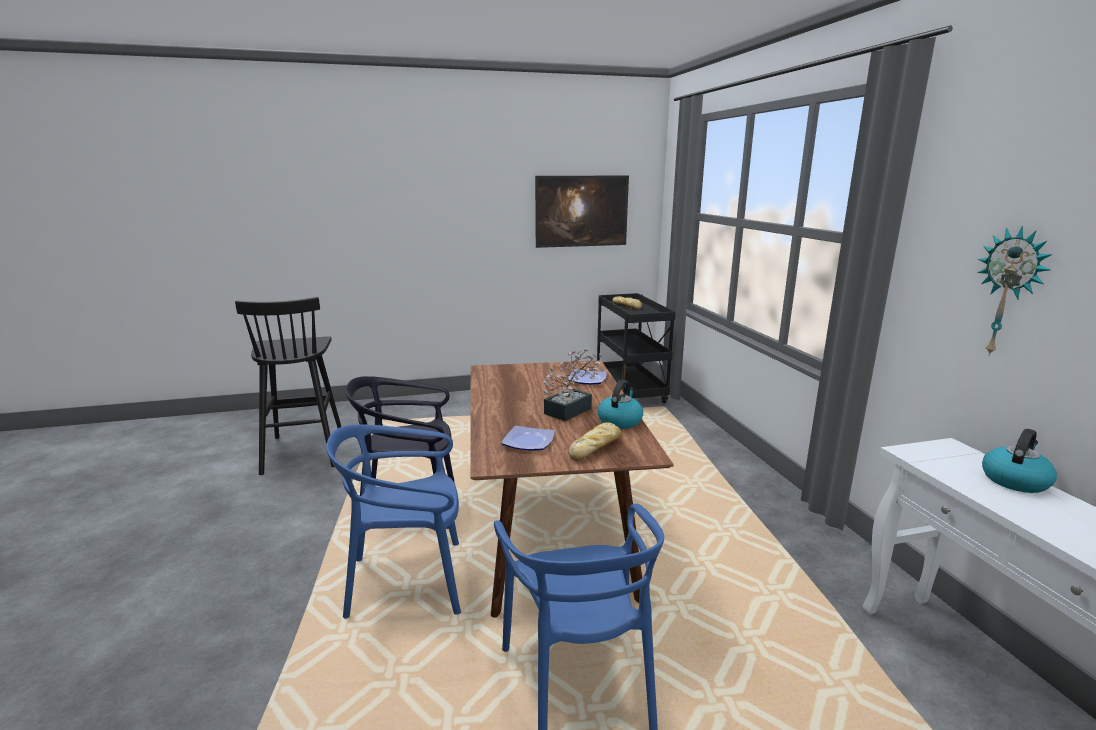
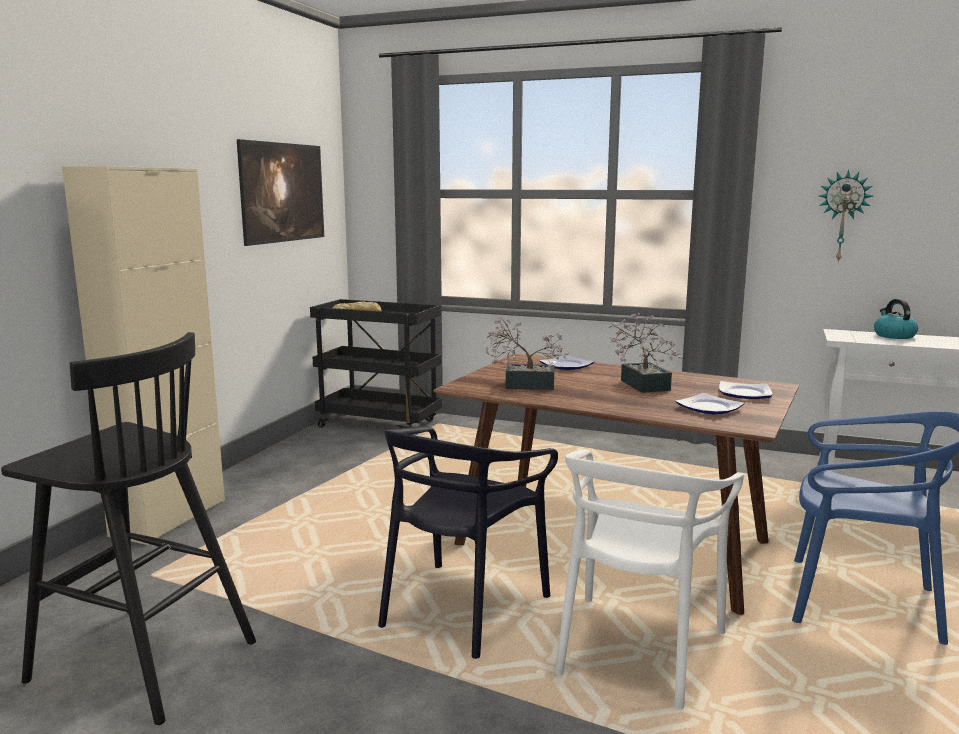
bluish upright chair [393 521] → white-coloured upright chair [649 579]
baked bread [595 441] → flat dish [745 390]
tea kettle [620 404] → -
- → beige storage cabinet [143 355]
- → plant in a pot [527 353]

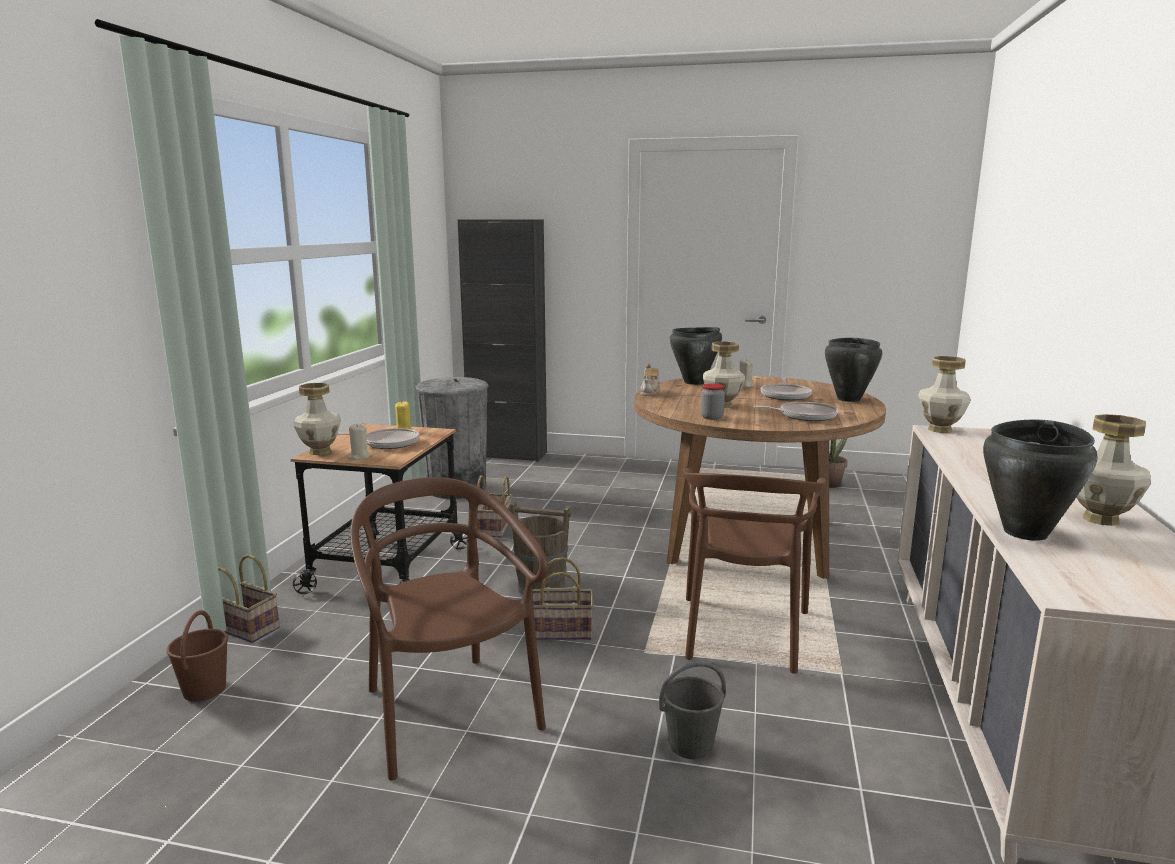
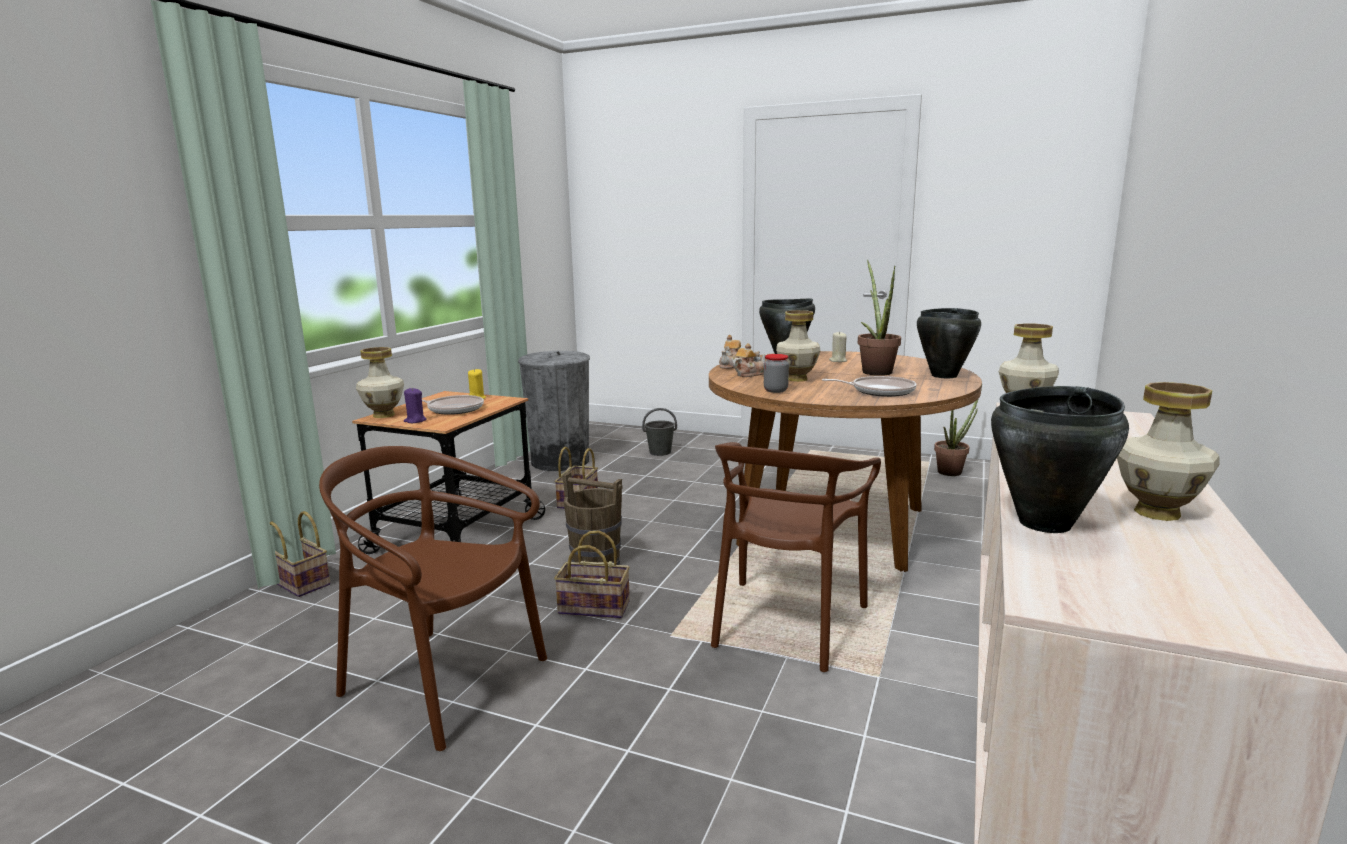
brownish pail [197 656] → -
beige wax candle [359 442] → purple-coloured wax candle [415 405]
brownish upright chair [449 629] → brownish upright chair [433 598], 45 degrees counterclockwise
black-coloured storage cabinet [502 340] → -
grey pail [692 710] → grey pail [659 432], shifted
frying pan [786 389] → plant in a pot [879 318]
- → tea pot [749 360]

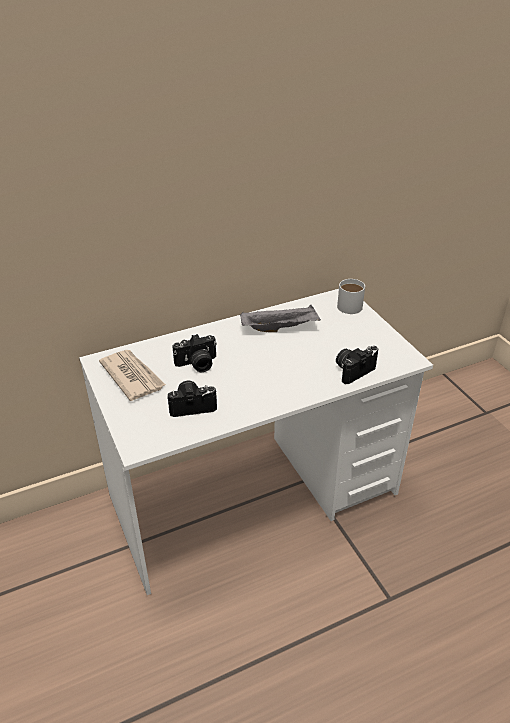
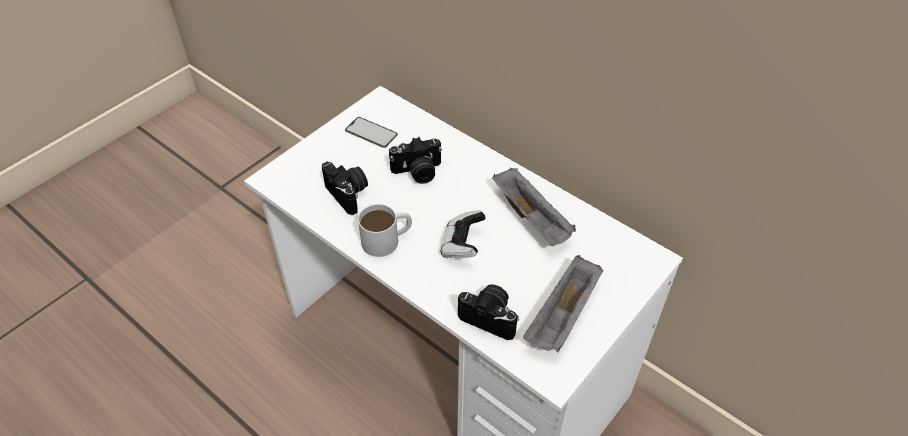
newspaper [132 375] → telephone [371 132]
photo camera [194 353] → photo camera [415 160], 60 degrees counterclockwise
white-coloured tea mug [351 296] → white-coloured tea mug [385 230], shifted
- → gamepad [463 234]
- → grey serving tray [563 303]

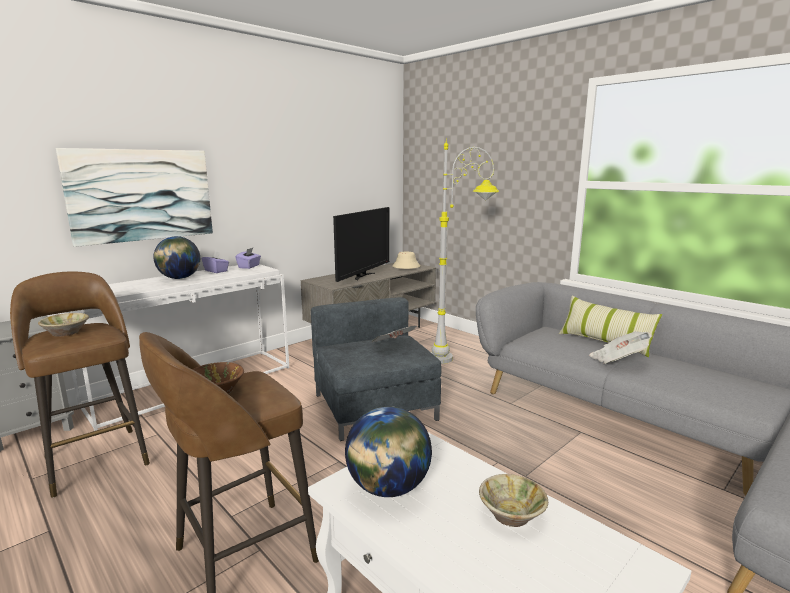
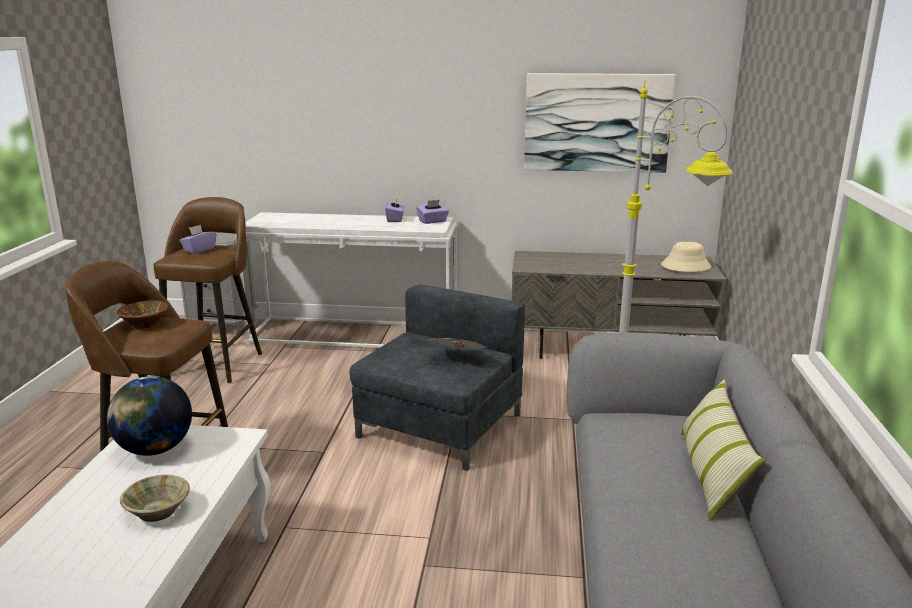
beige serving bowl [63 325] → purple-coloured tissue holder [198 239]
wall picture [134 197] → wall picture [599 123], shifted
globe [176 257] → -
television [361 244] → -
newspaper [620 347] → -

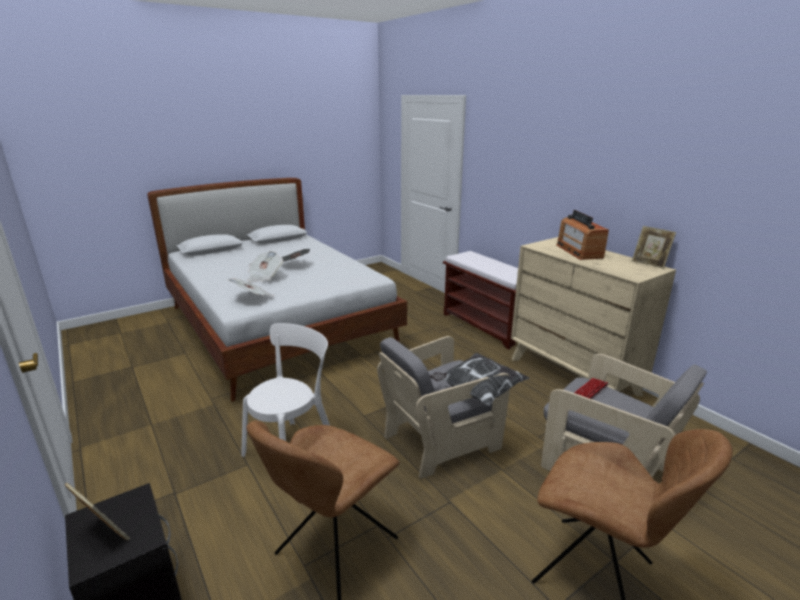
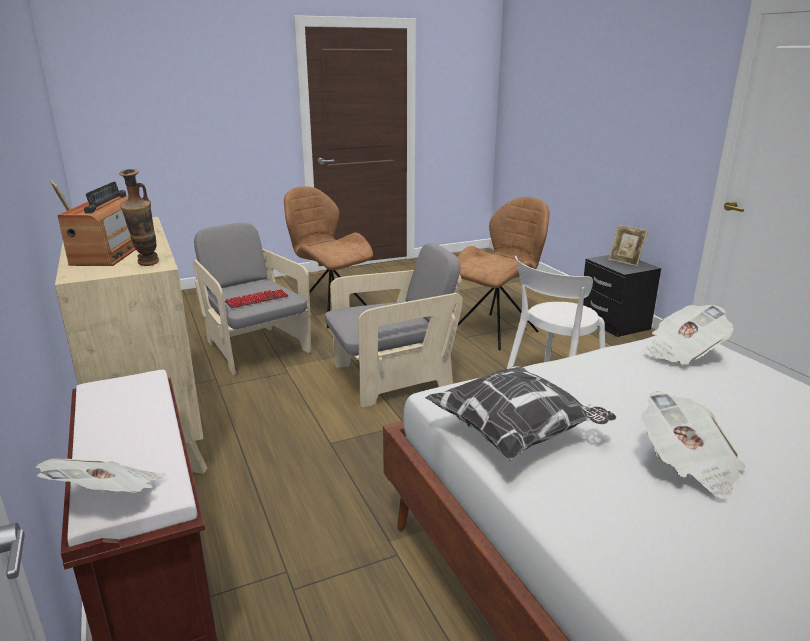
newspaper [265 267] → newspaper [100 475], shifted
throw pillow [480 379] → throw pillow [520 413], shifted
- → decorative vase [139 217]

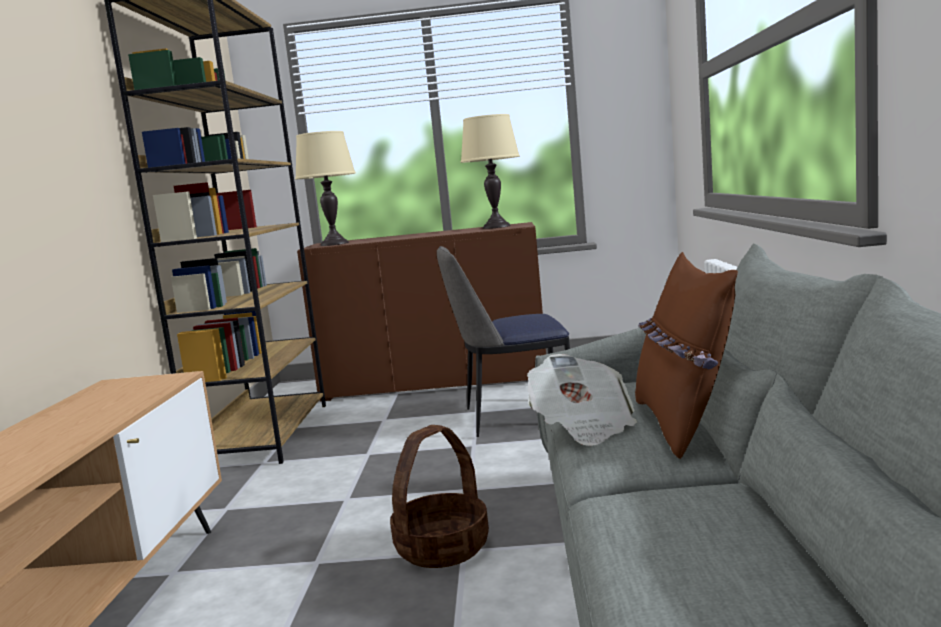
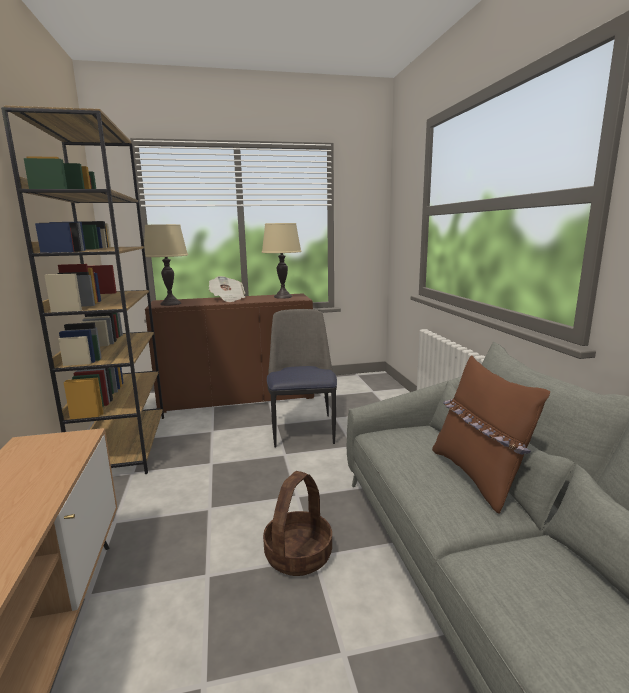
upright chair [503 341] → upright chair [302 378], 105 degrees clockwise
newspaper [582 400] → newspaper [227 289], shifted

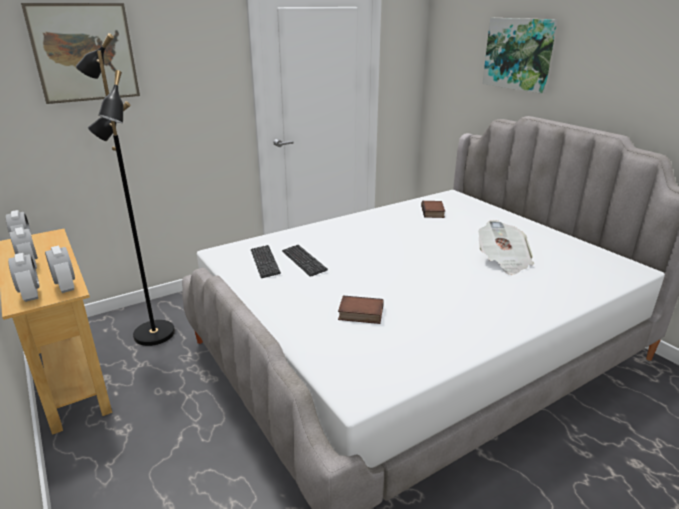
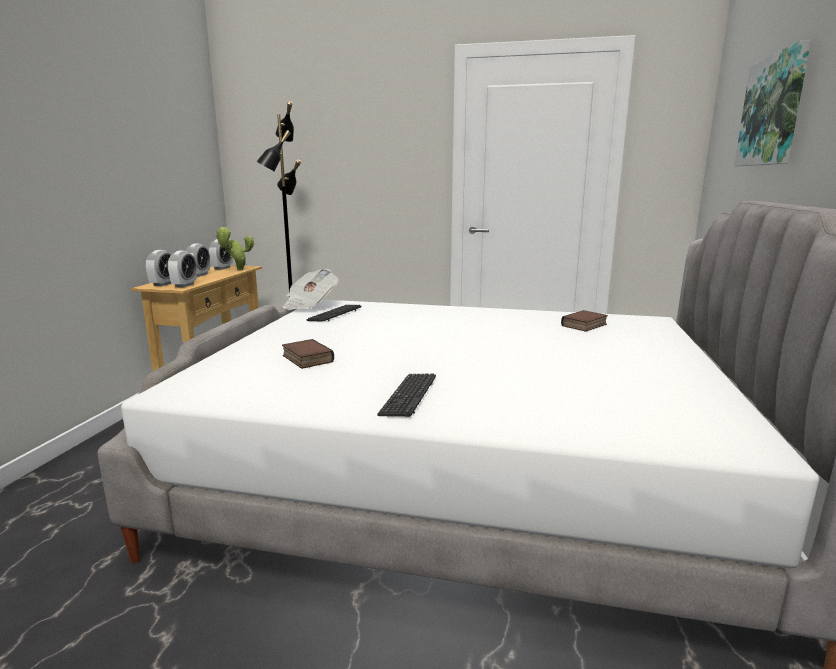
wall picture [80 53] → -
keyboard [305 261] → keyboard [406 395], shifted
newspaper [506 247] → newspaper [311 289], shifted
- → plant in a pot [234 249]

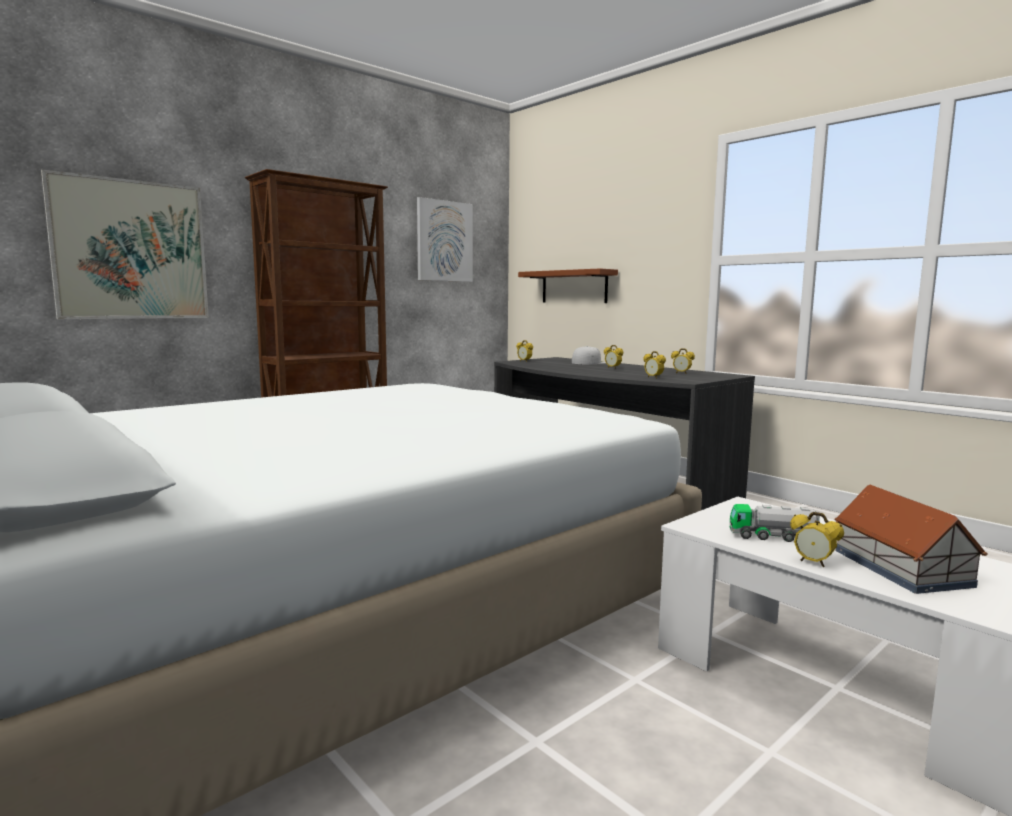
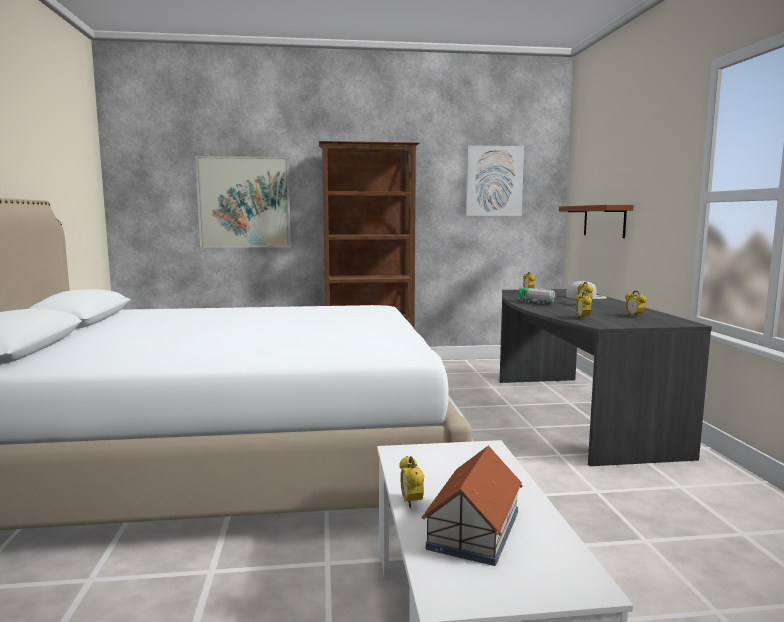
toy lorry [775 523] → toy lorry [536 296], shifted

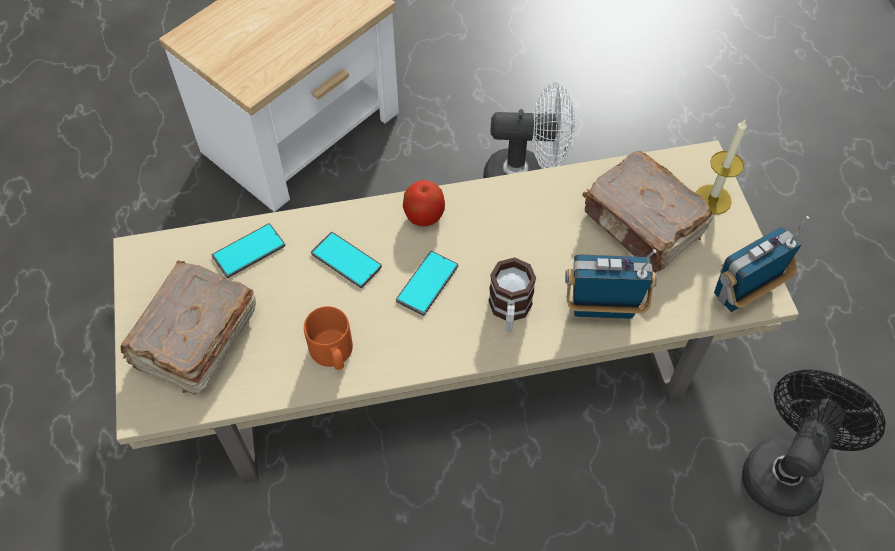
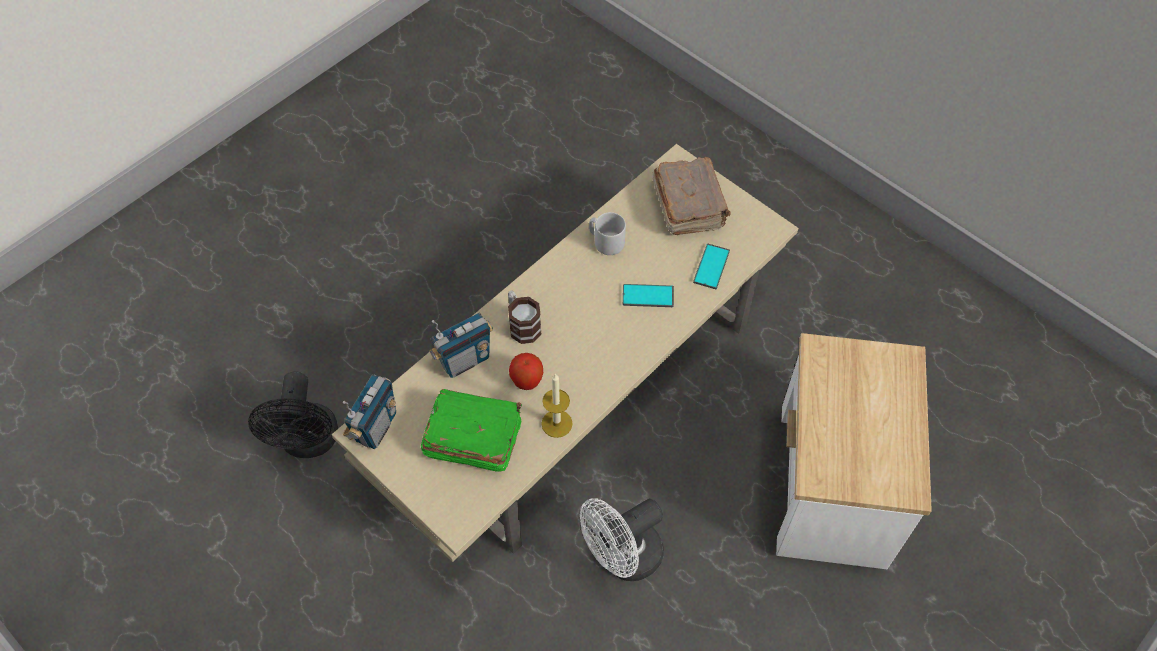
orange tea mug [328 338] → grey tea mug [607 233]
telephone [427 283] → -
whole apple [424 203] → whole apple [526 371], shifted
brownish bound book [647 211] → green bound book [471 430]
wax candle [721 167] → wax candle [557 406], shifted

